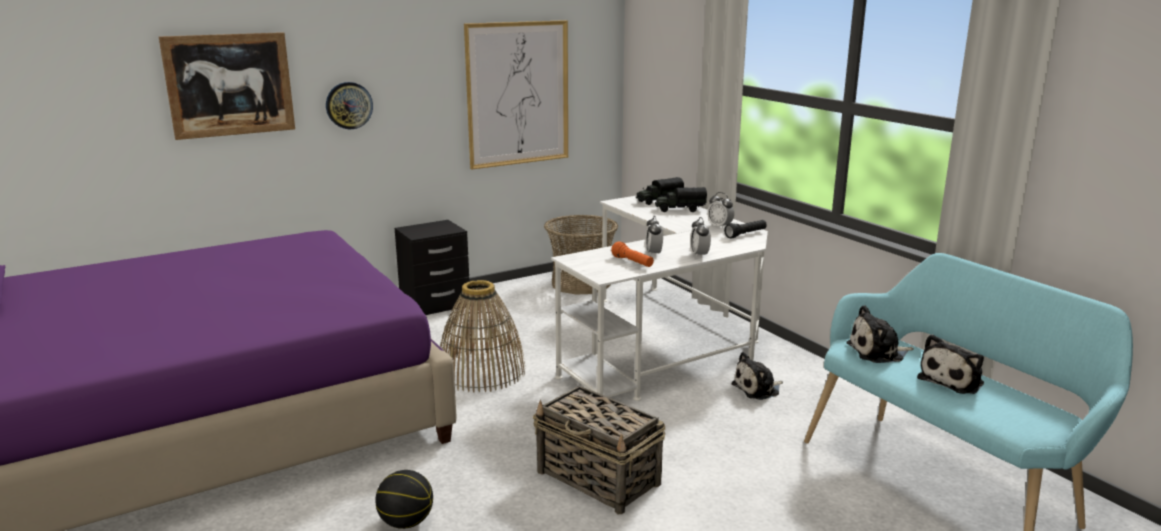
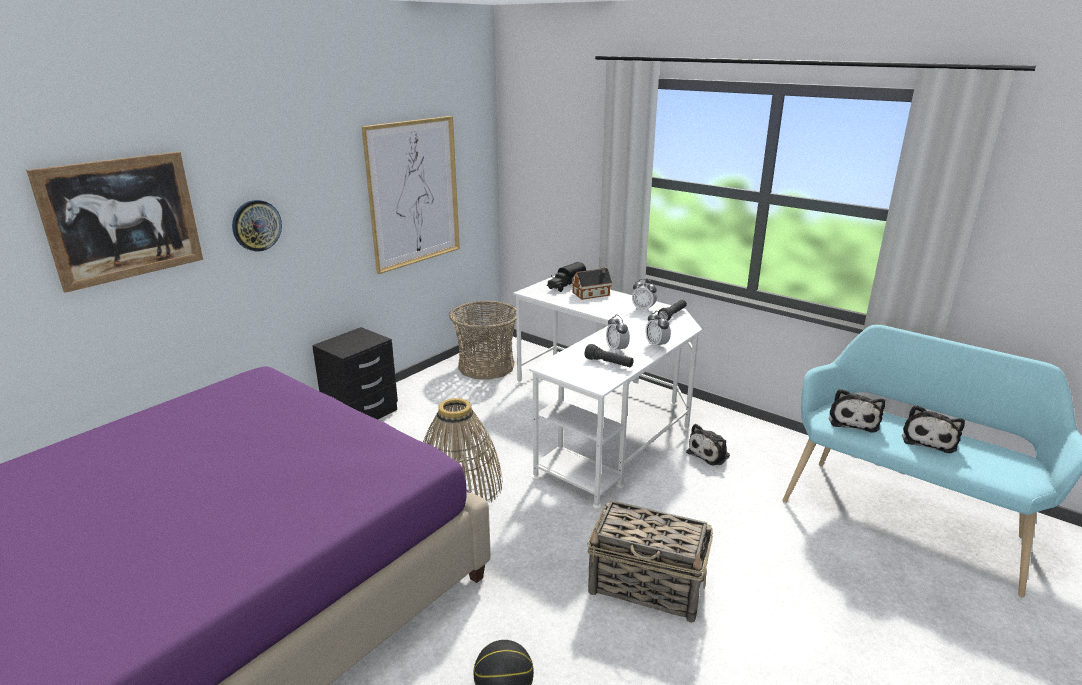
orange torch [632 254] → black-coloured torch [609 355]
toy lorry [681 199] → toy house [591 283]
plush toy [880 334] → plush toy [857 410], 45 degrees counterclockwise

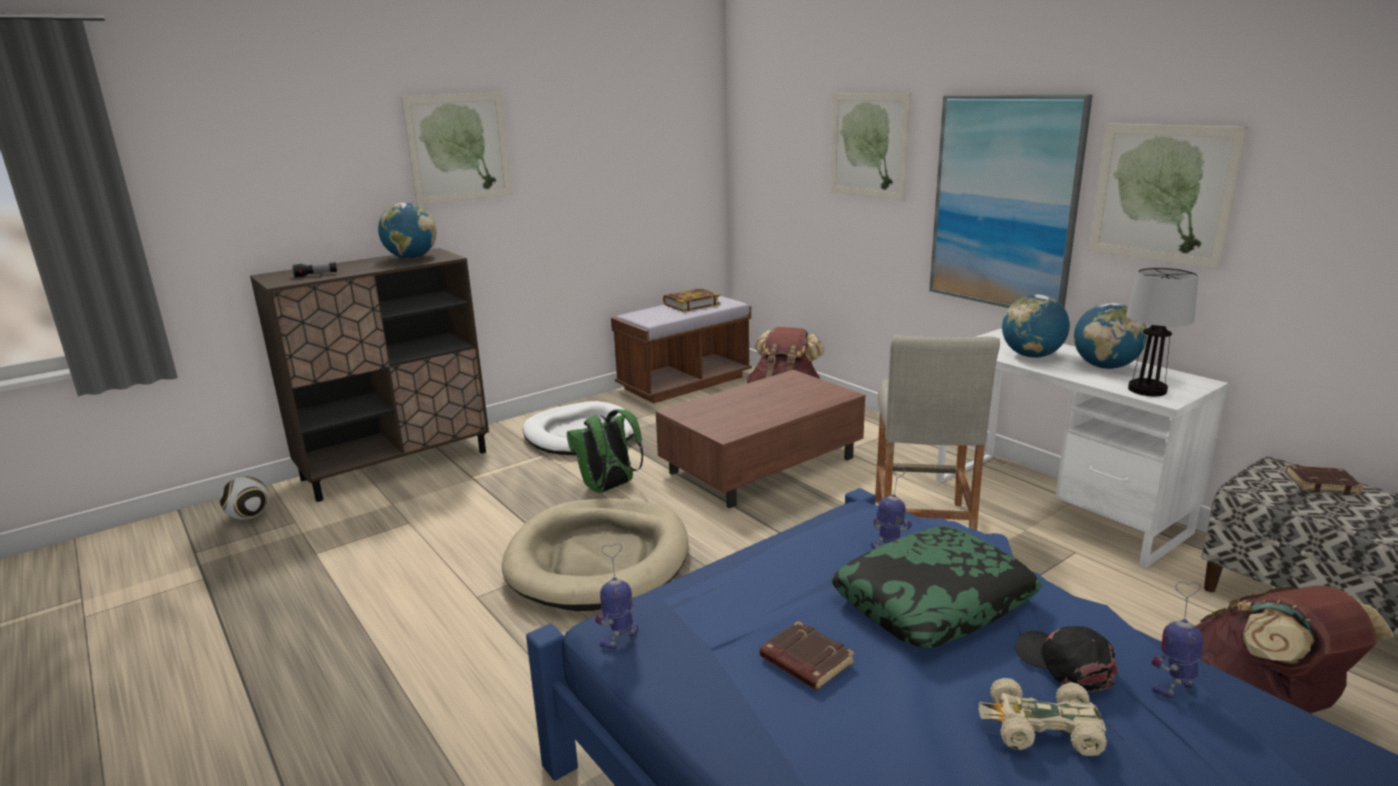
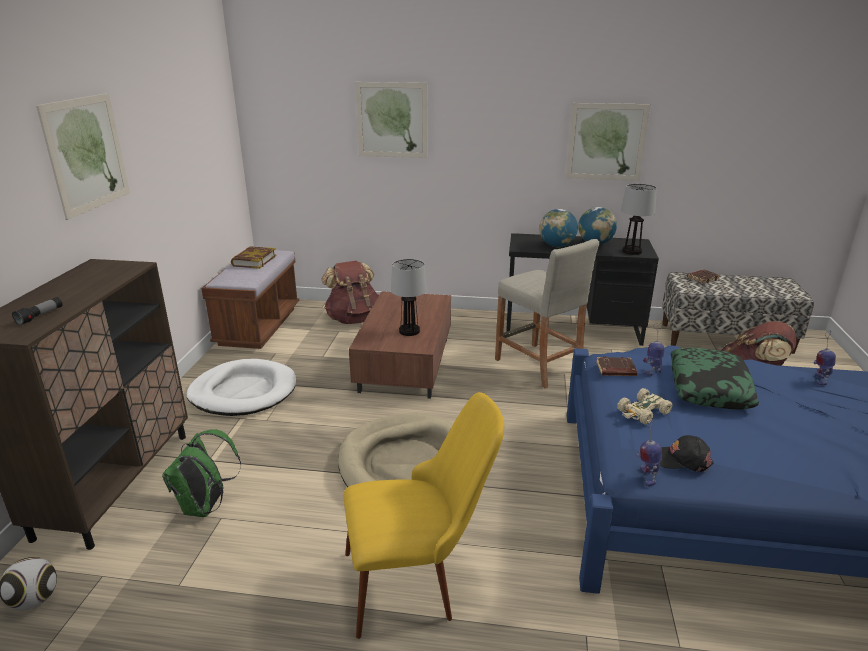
globe [407 231] → -
green backpack [605 451] → green backpack [201 473], shifted
brownish bound book [807 655] → brownish bound book [616 366], shifted
wall picture [1011 202] → -
white-coloured desk unit [1082 449] → black-coloured desk unit [582 289]
beige miniature car [1042 717] → beige miniature car [645 406], shifted
black-coloured peaked cap [1067 659] → black-coloured peaked cap [686 453], shifted
- → yellowish upright chair [423 515]
- → lamp for a table [409 297]

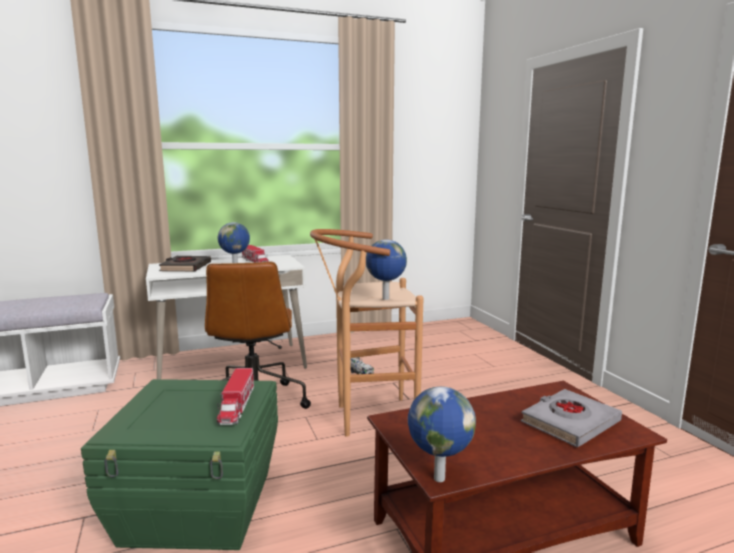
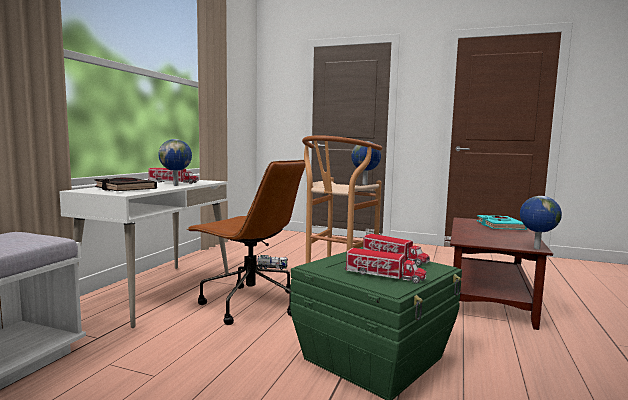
grey bound book [571 418] → turquoise-coloured bound book [502 222]
- → toy lorry [385 266]

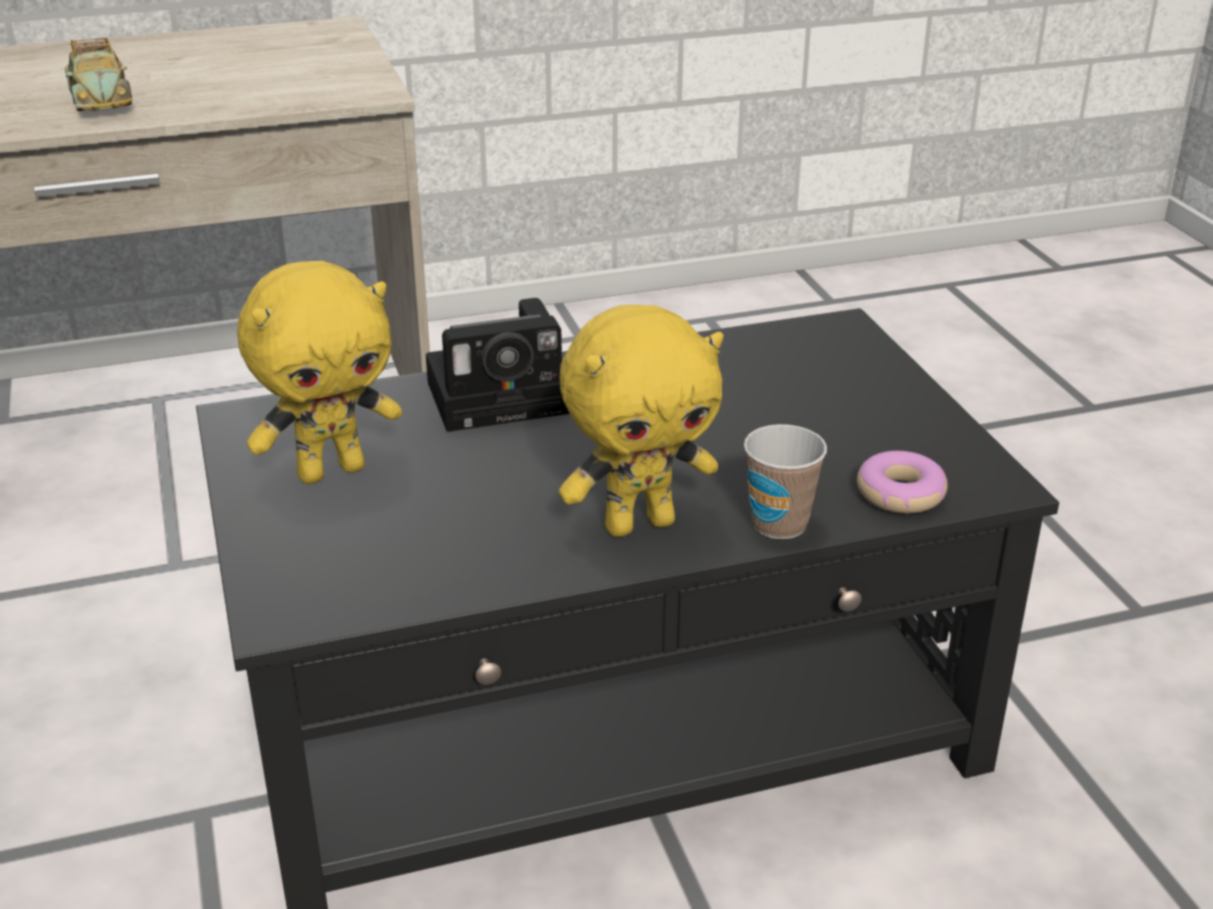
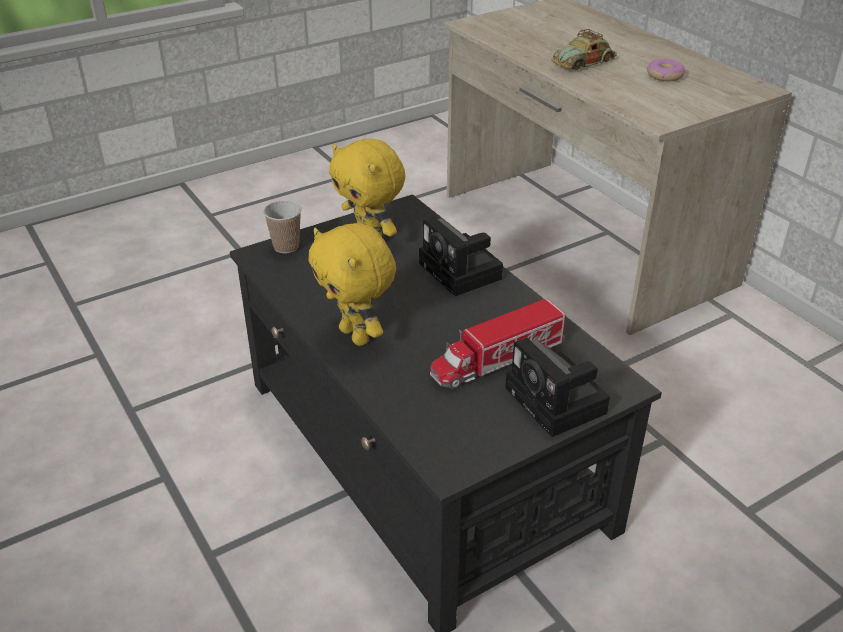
cup [785 481] → cup [282 226], shifted
ring doughnut [902 482] → ring doughnut [666 70], shifted
- → toy lorry [497 343]
- → photo camera [557 387]

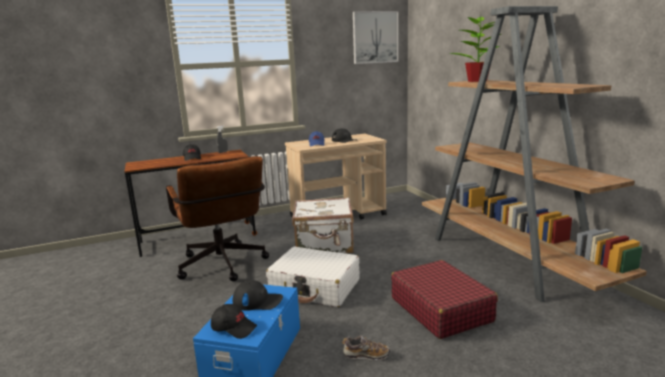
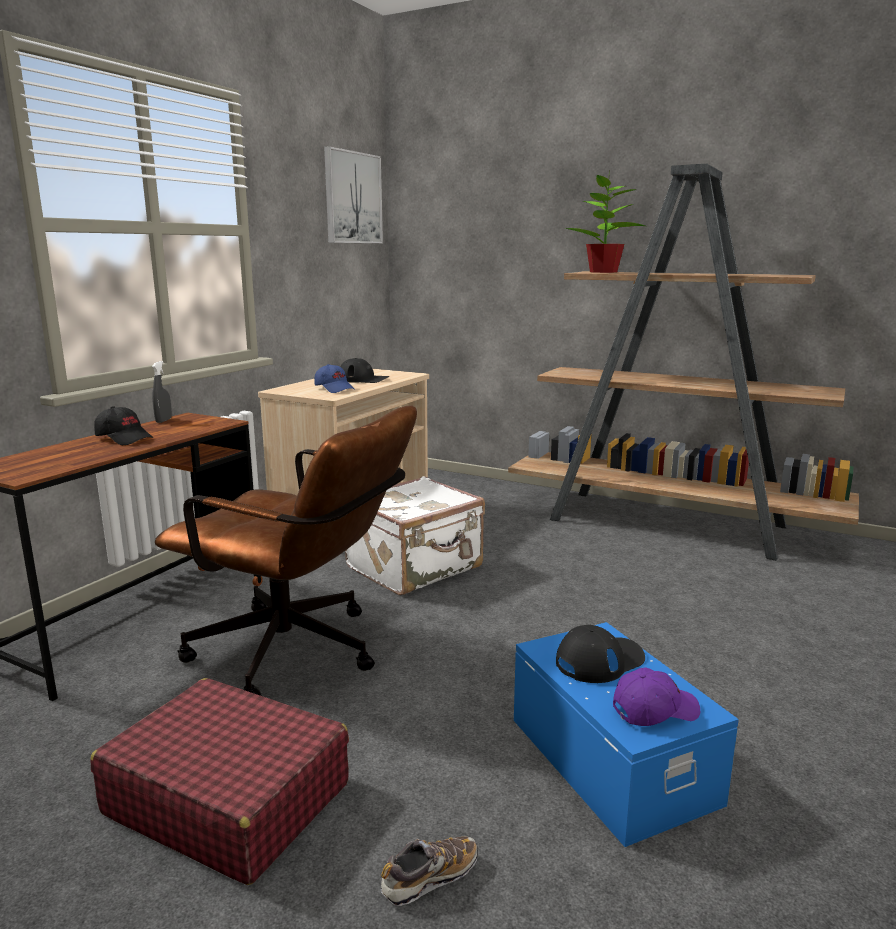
black-coloured peaked cap [234 321] → purple-coloured peaked cap [656 696]
white-coloured travel case [313 276] → -
low shoe [366 348] → low shoe [429 871], shifted
red travel case [444 299] → red travel case [219 781], shifted

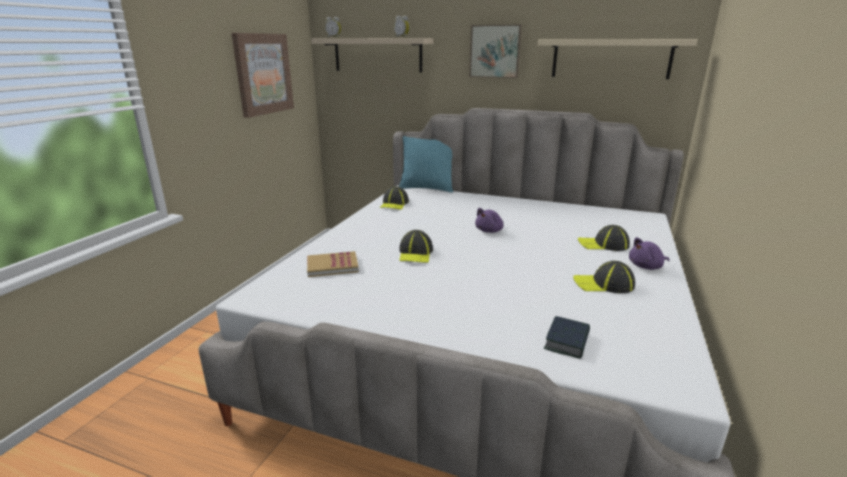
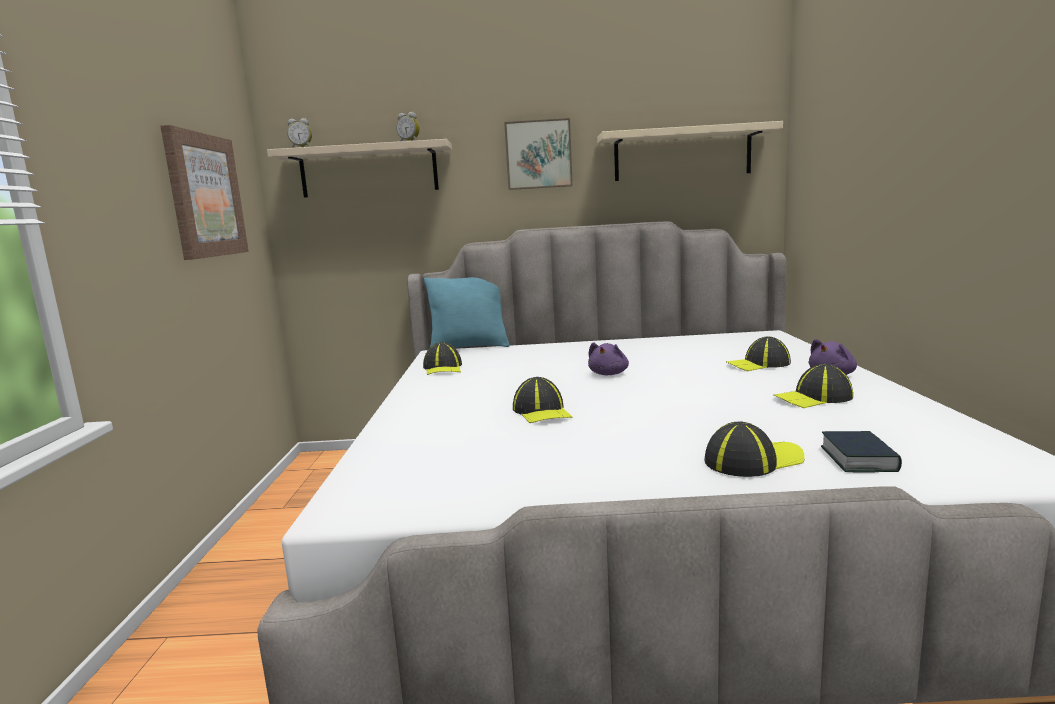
bound book [333 264] → -
- → peaked cap [754 449]

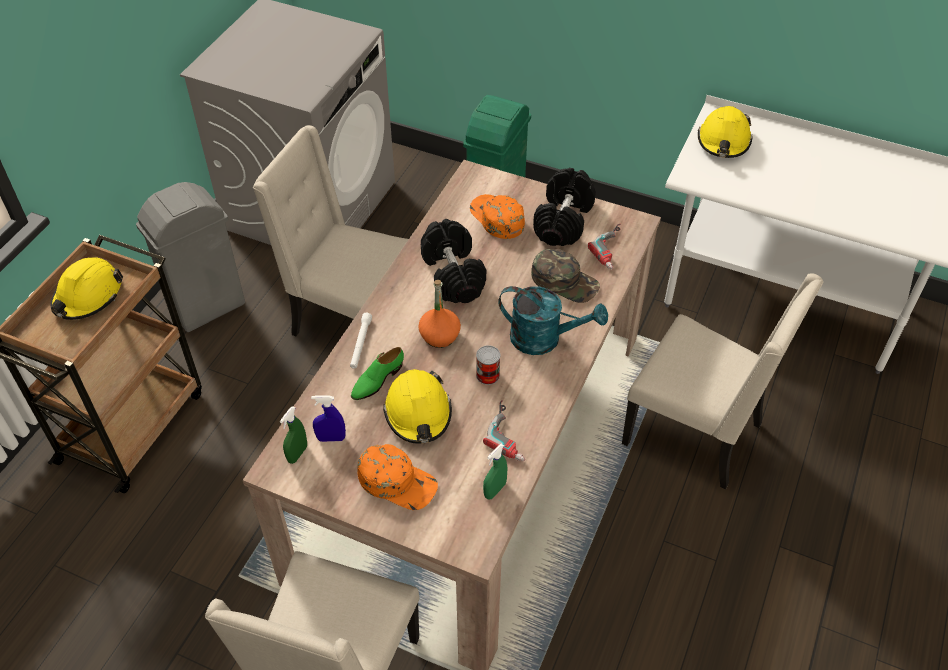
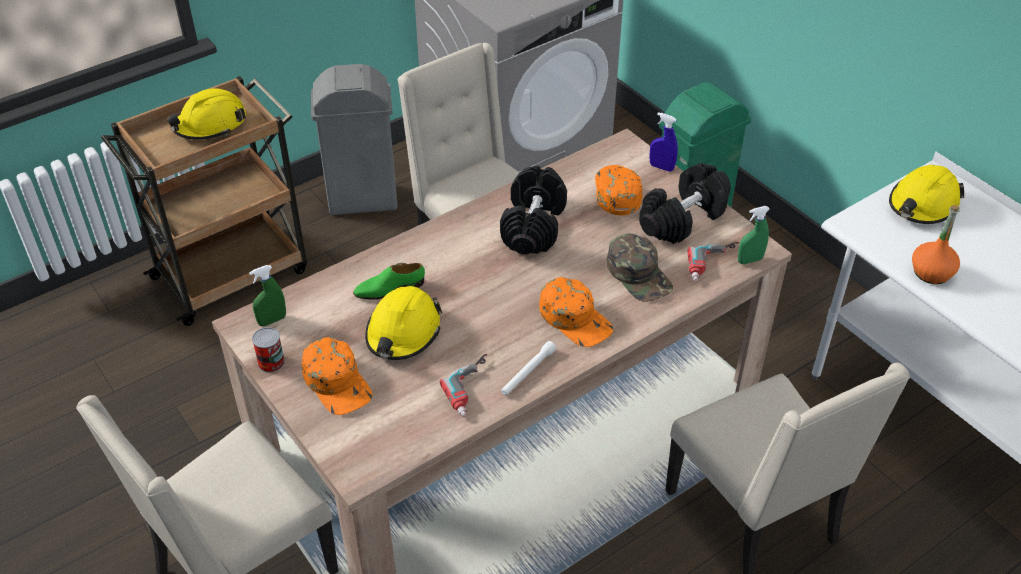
bluish spray bottle [328 418] → bluish spray bottle [664 142], shifted
white-coloured torch [361 341] → white-coloured torch [528 368], shifted
orange beverage bottle [439 314] → orange beverage bottle [936 244], shifted
can [488 365] → can [268 350], shifted
green spray bottle [495 472] → green spray bottle [754 235], shifted
turquoise-coloured watering can [553 320] → orange peaked cap [576 312]

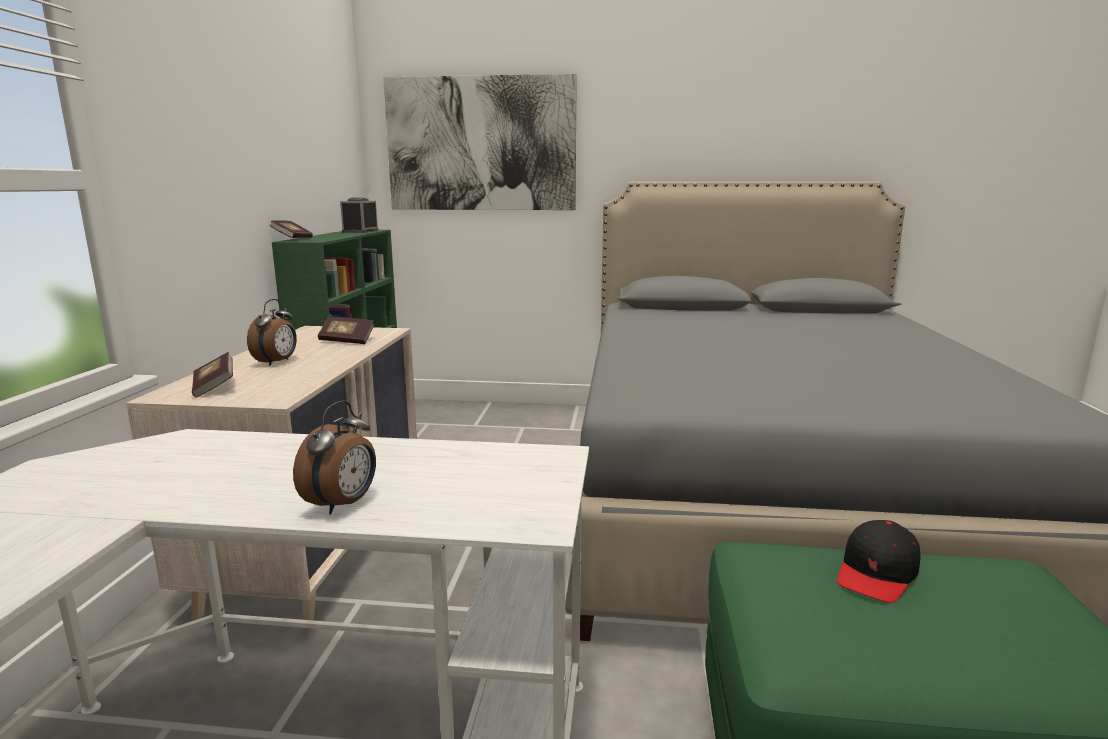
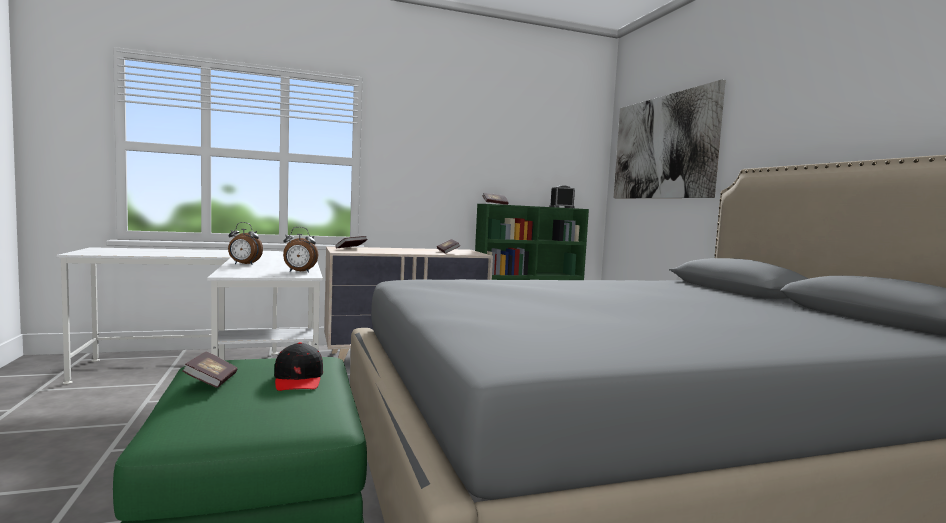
alarm clock [272 332] → alarm clock [300 250], shifted
black-coloured peaked cap [878 561] → black-coloured peaked cap [298 366], 120 degrees counterclockwise
- → bound book [209 370]

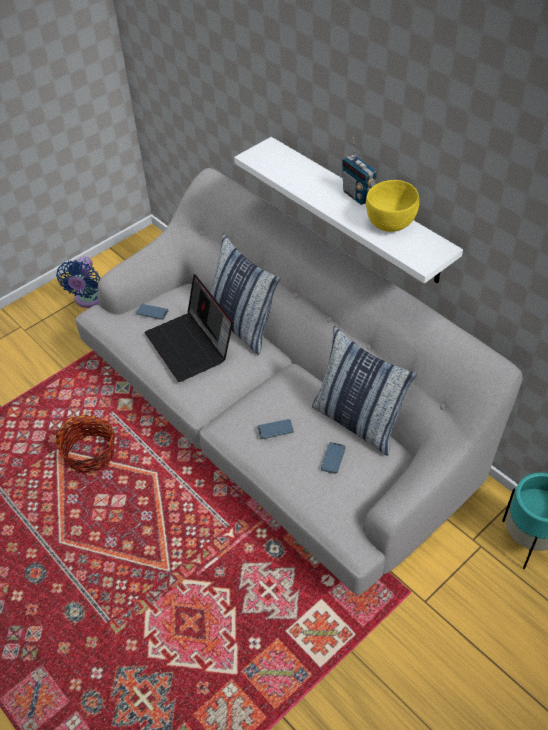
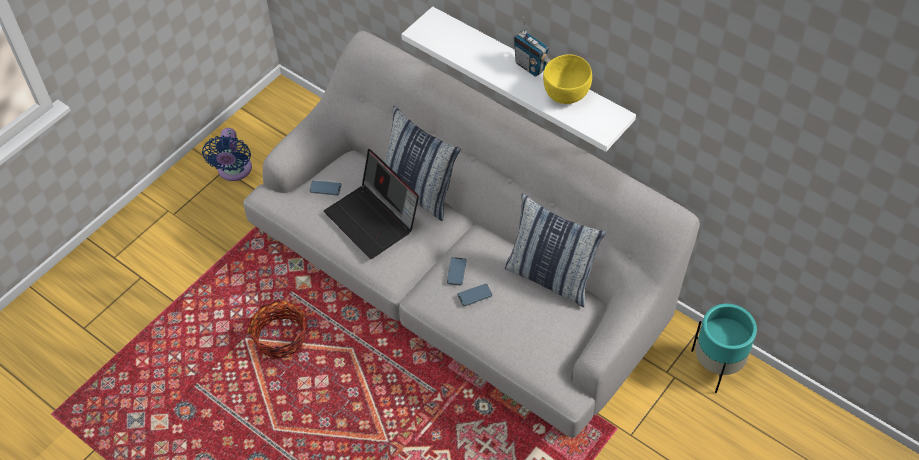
telephone [333 458] → telephone [456 271], shifted

